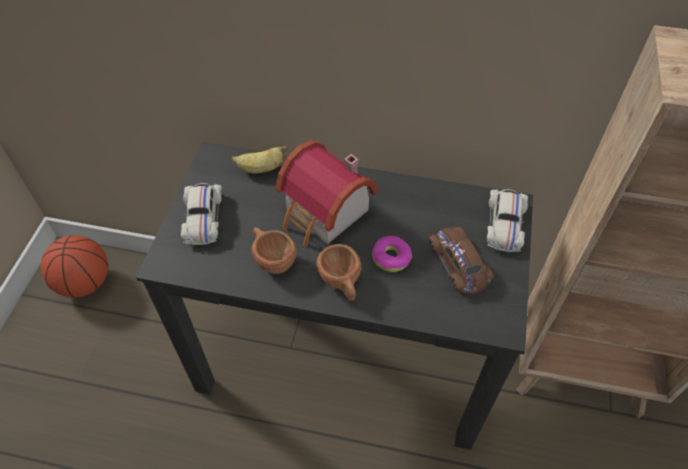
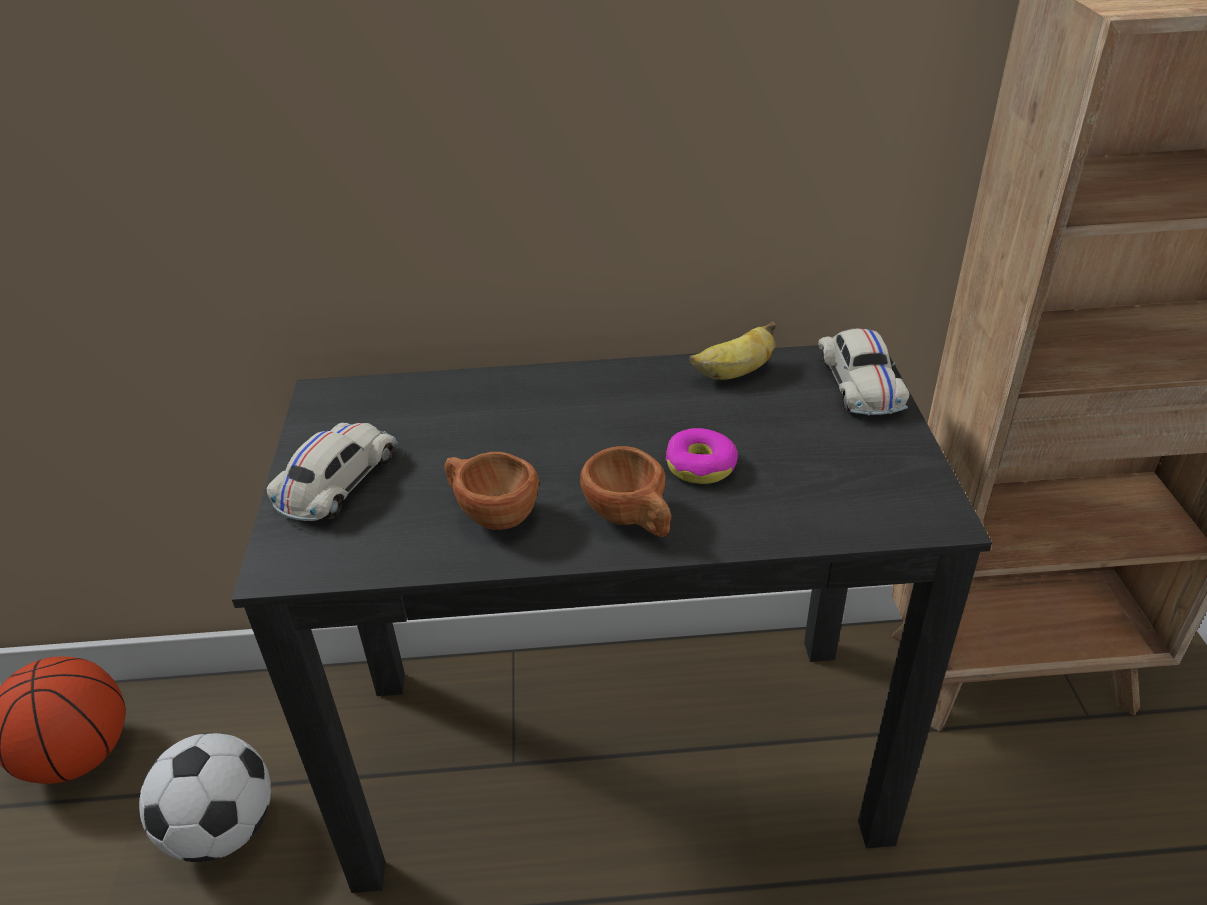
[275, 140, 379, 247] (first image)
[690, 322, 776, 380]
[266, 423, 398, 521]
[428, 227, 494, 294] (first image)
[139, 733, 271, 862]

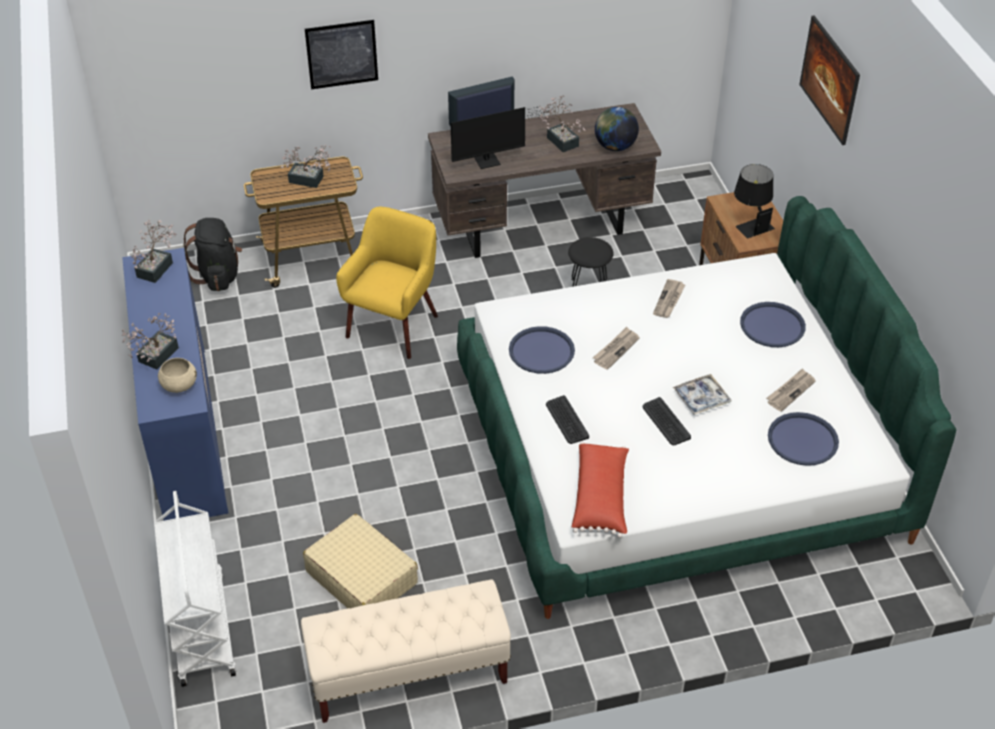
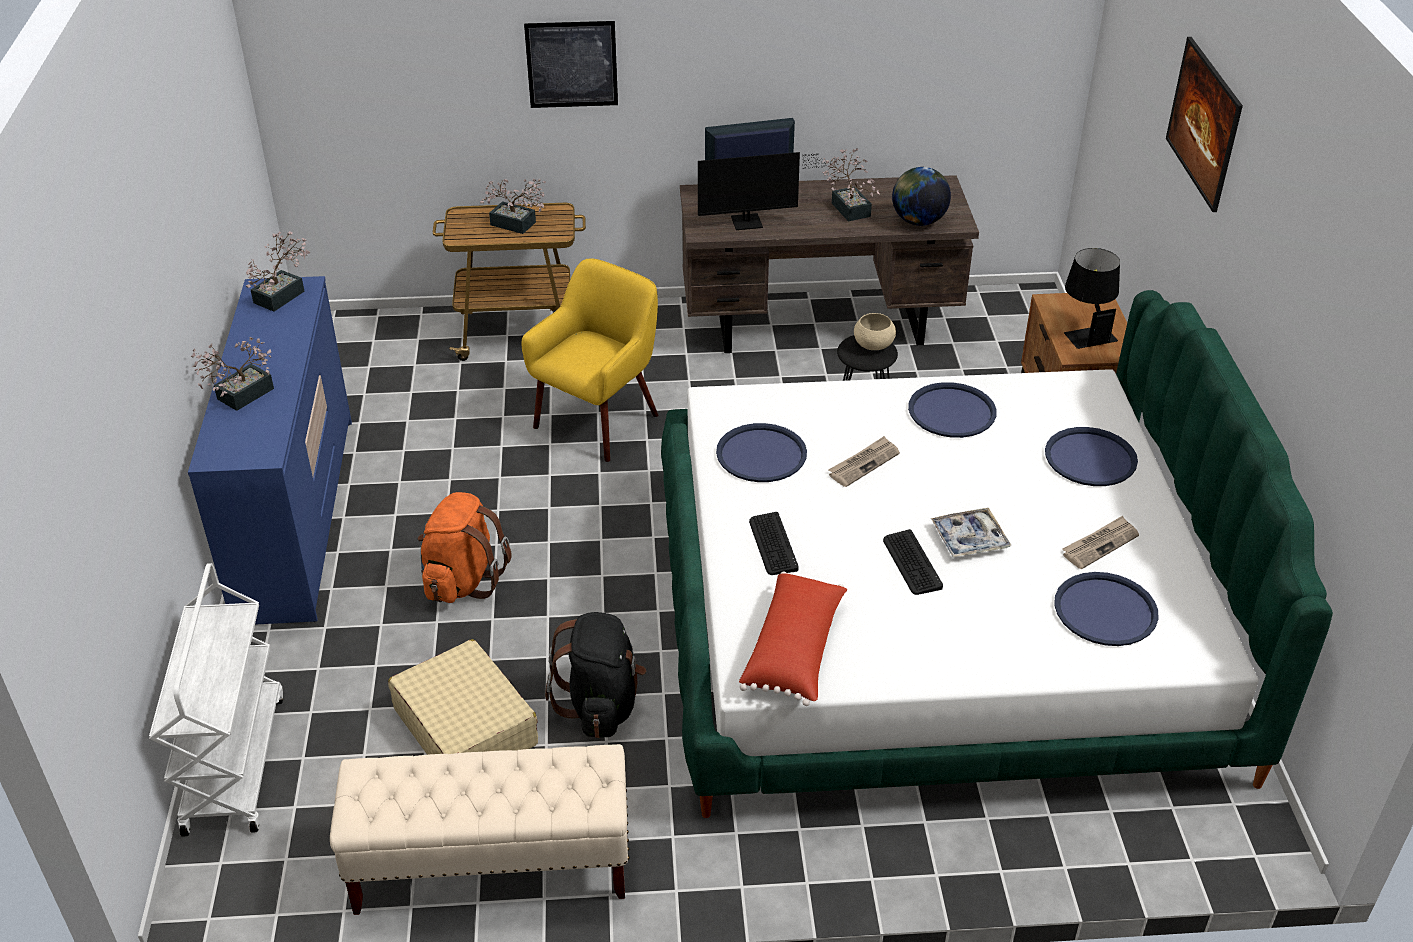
[545, 612, 646, 738]
[908, 382, 997, 438]
[854, 313, 896, 350]
[417, 492, 512, 603]

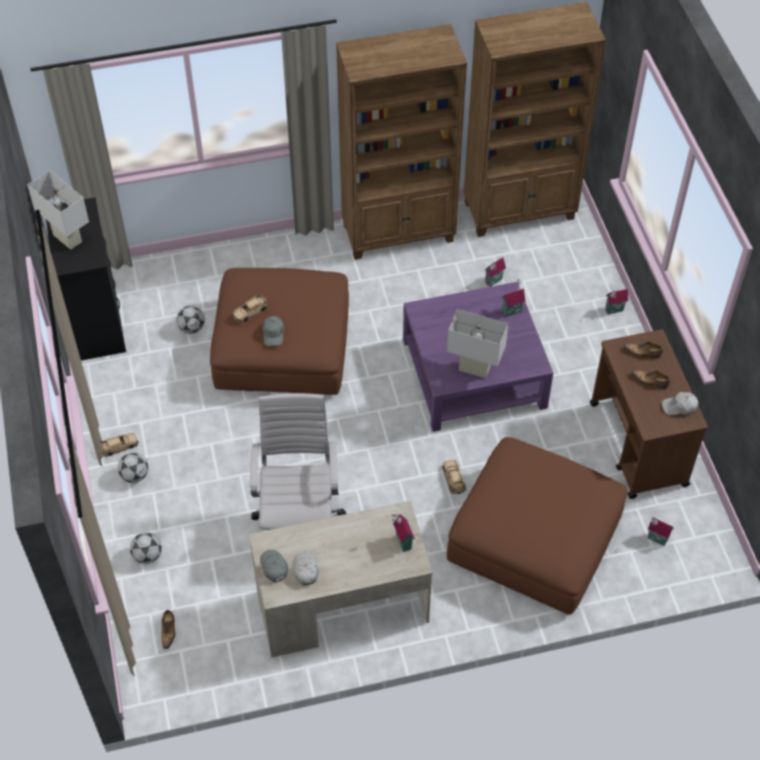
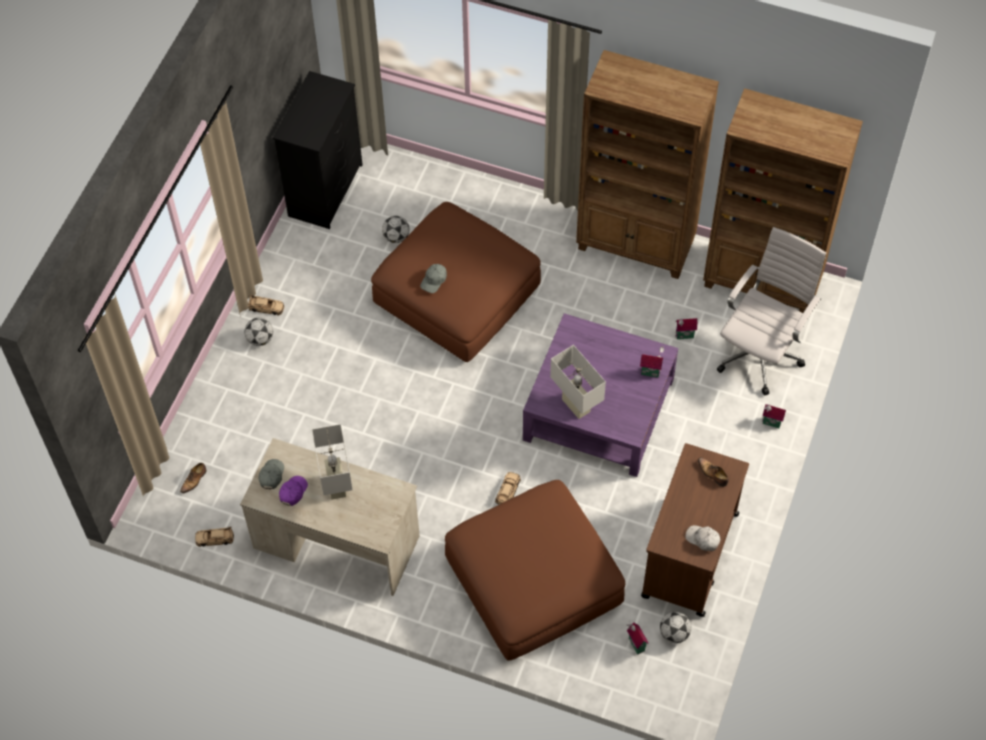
[312, 424, 353, 500]
[195, 527, 234, 547]
[632, 370, 670, 389] (first image)
[717, 227, 826, 396]
[391, 511, 415, 552] (first image)
[660, 612, 691, 643]
[279, 476, 308, 506]

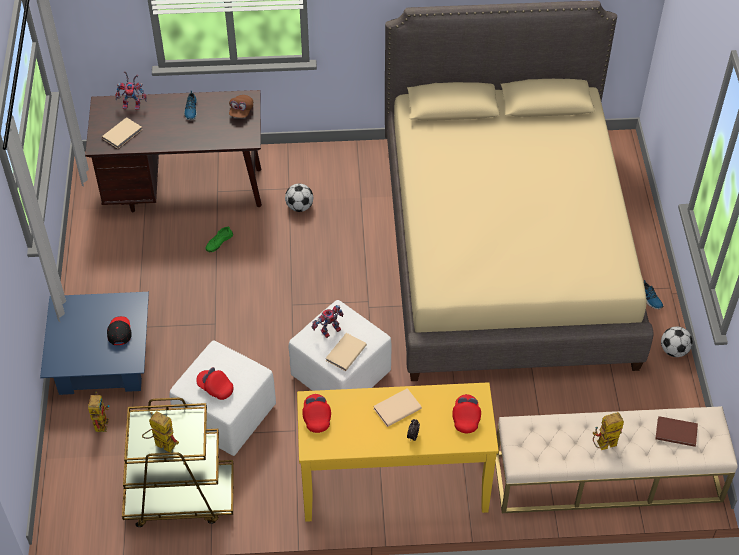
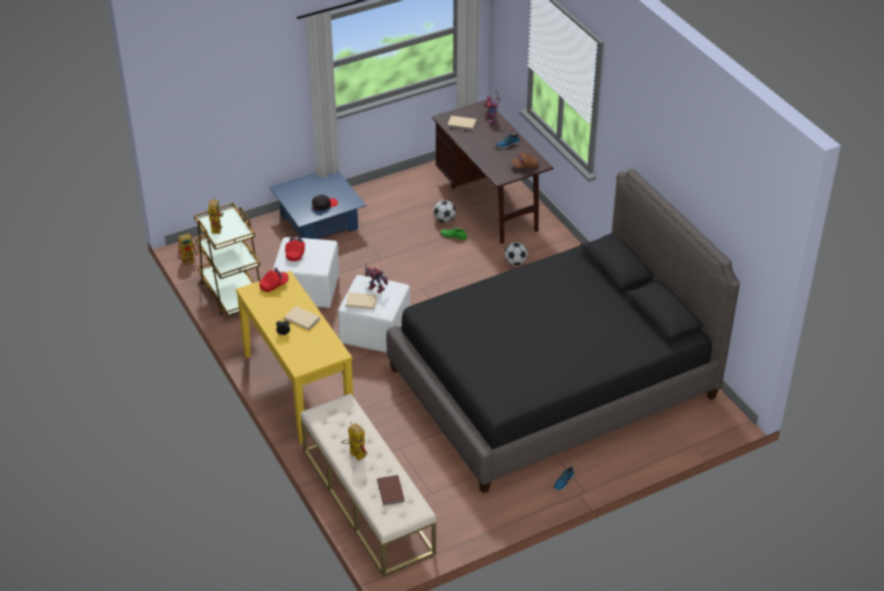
[386, 169, 740, 493]
[433, 200, 456, 223]
[178, 233, 199, 265]
[452, 394, 481, 433] (first image)

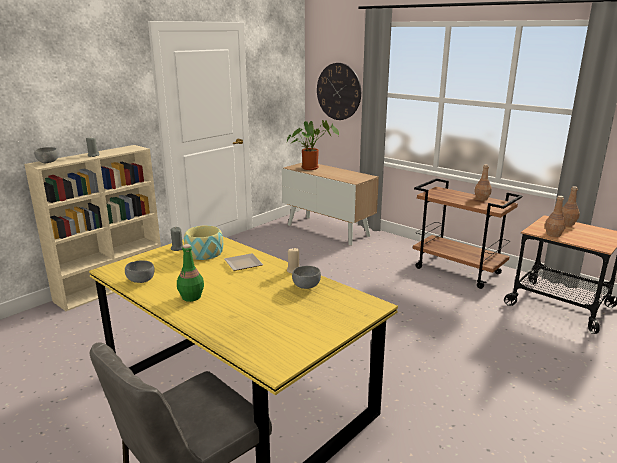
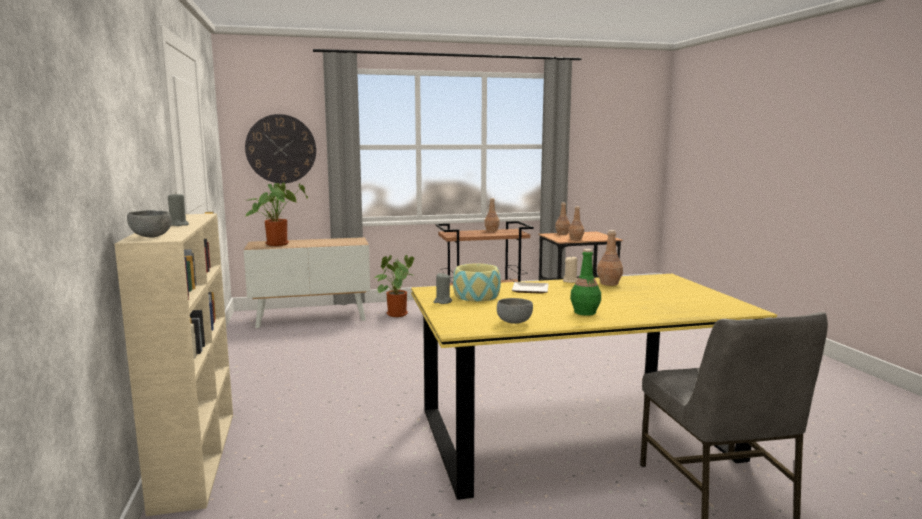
[597, 230, 623, 286]
[374, 255, 414, 317]

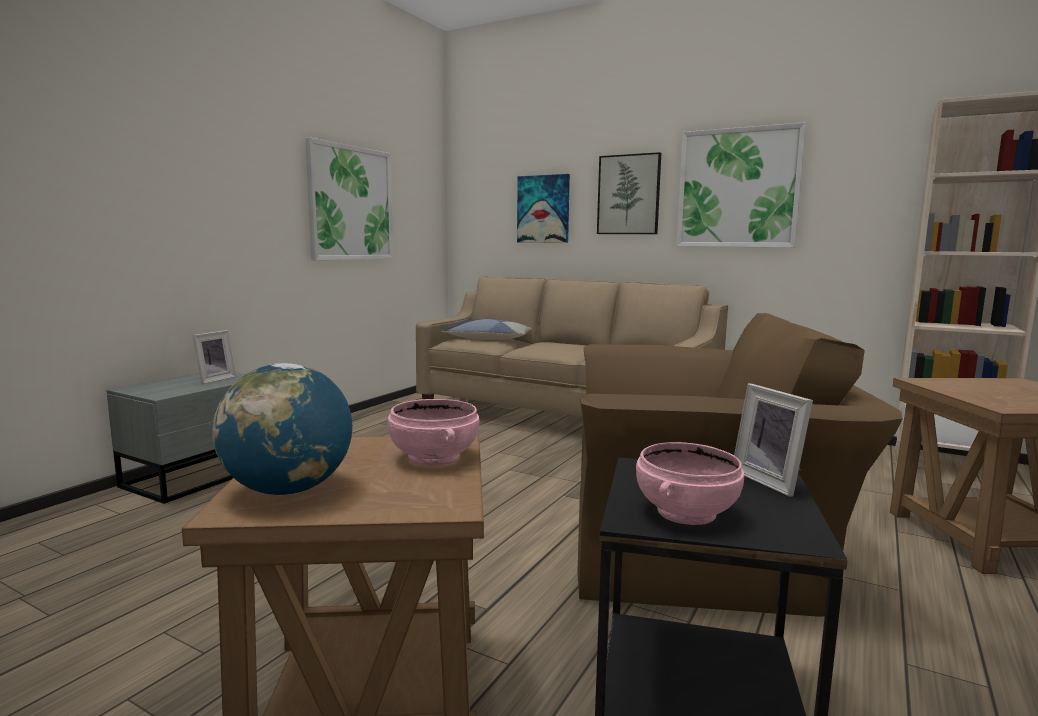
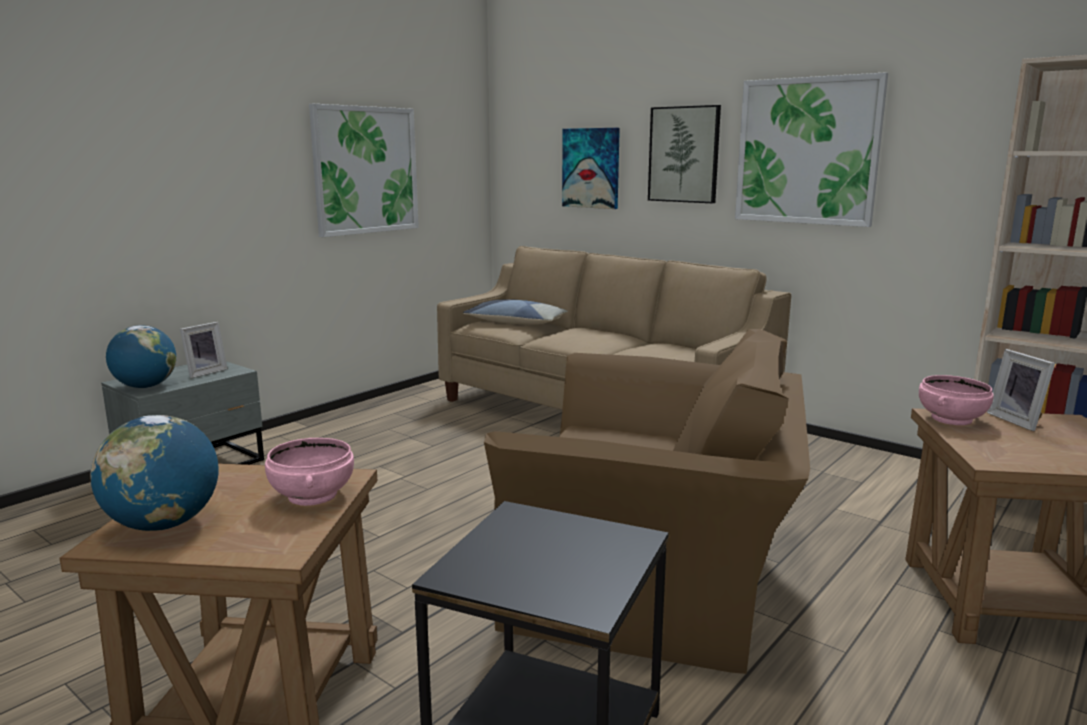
[987, 349, 1055, 431]
[919, 375, 994, 425]
[106, 325, 176, 388]

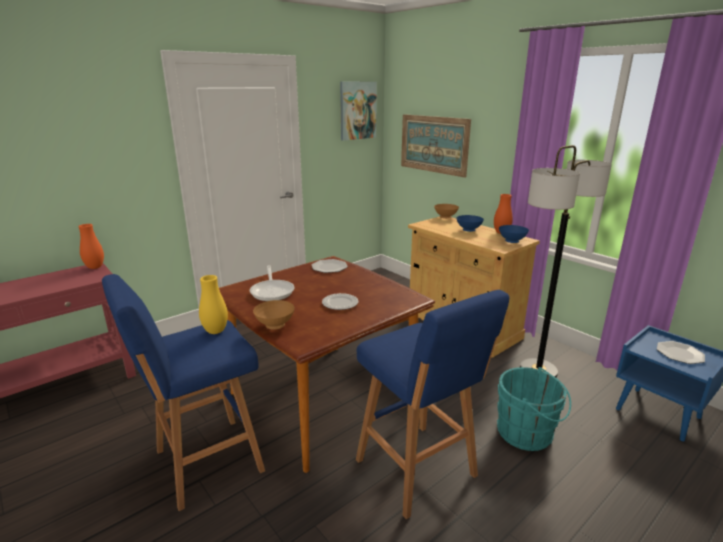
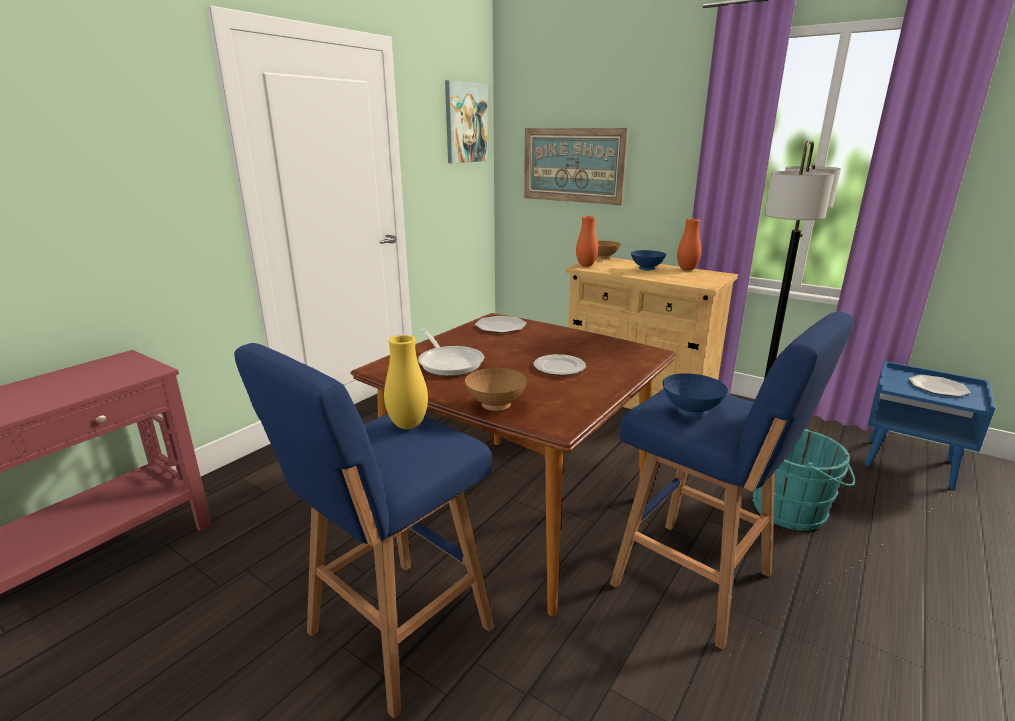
[576, 216, 598, 267]
[663, 373, 728, 417]

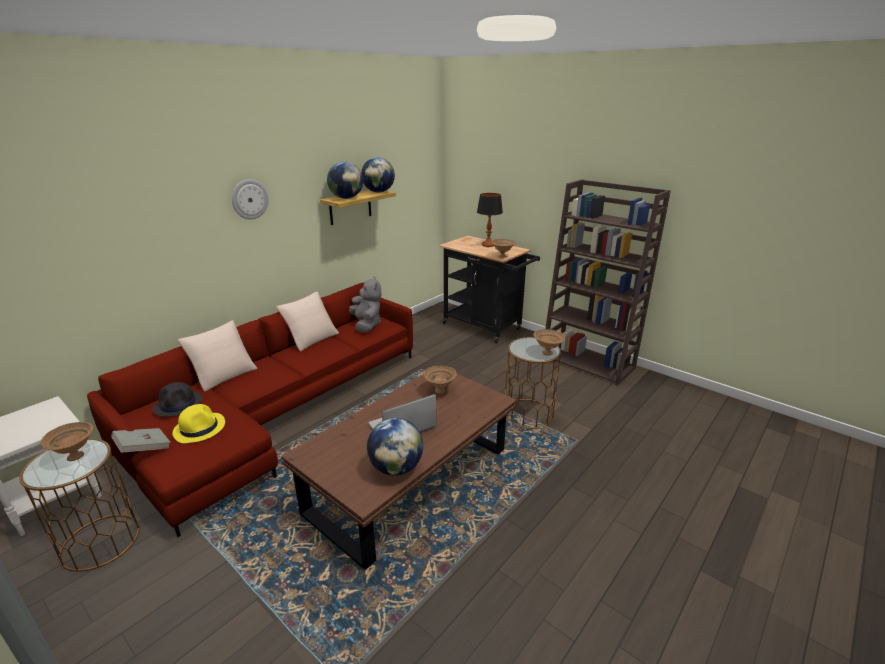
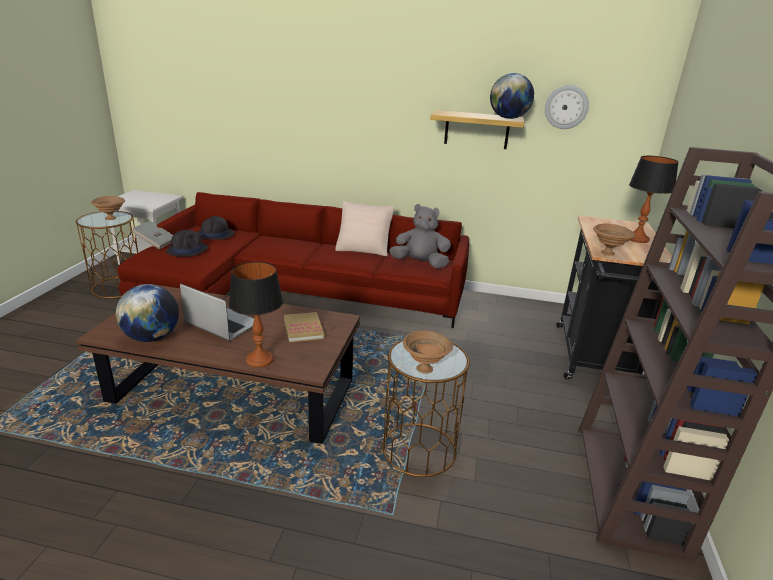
[327, 162, 363, 199] (first image)
[545, 85, 589, 129]
[389, 204, 451, 268]
[178, 320, 257, 392] (first image)
[284, 312, 325, 343]
[166, 230, 208, 257]
[229, 262, 283, 368]

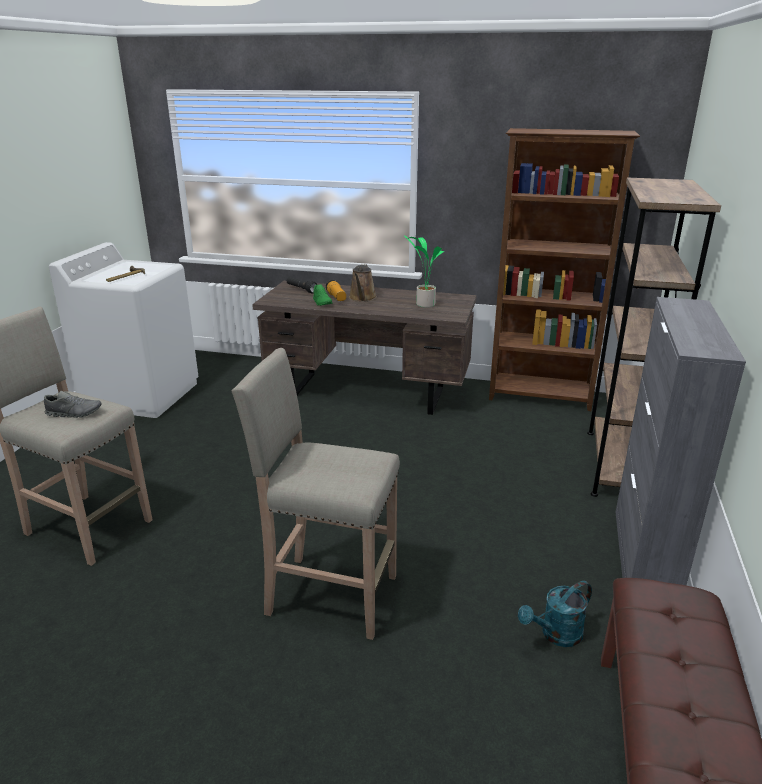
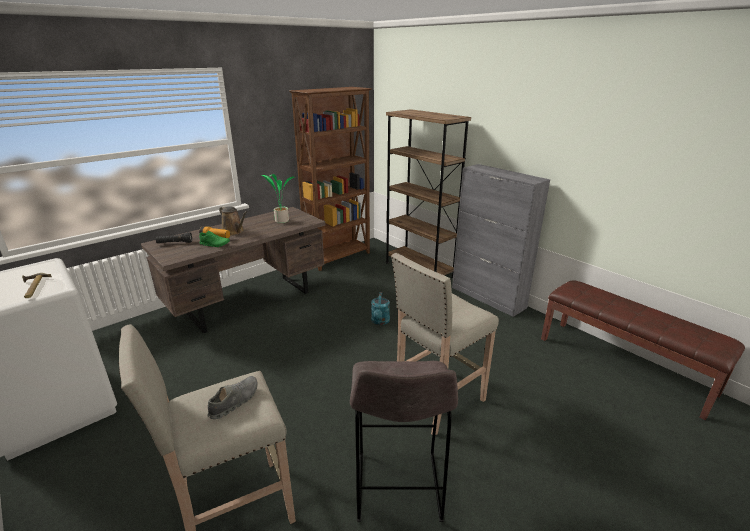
[371, 292, 390, 325]
[350, 361, 458, 522]

